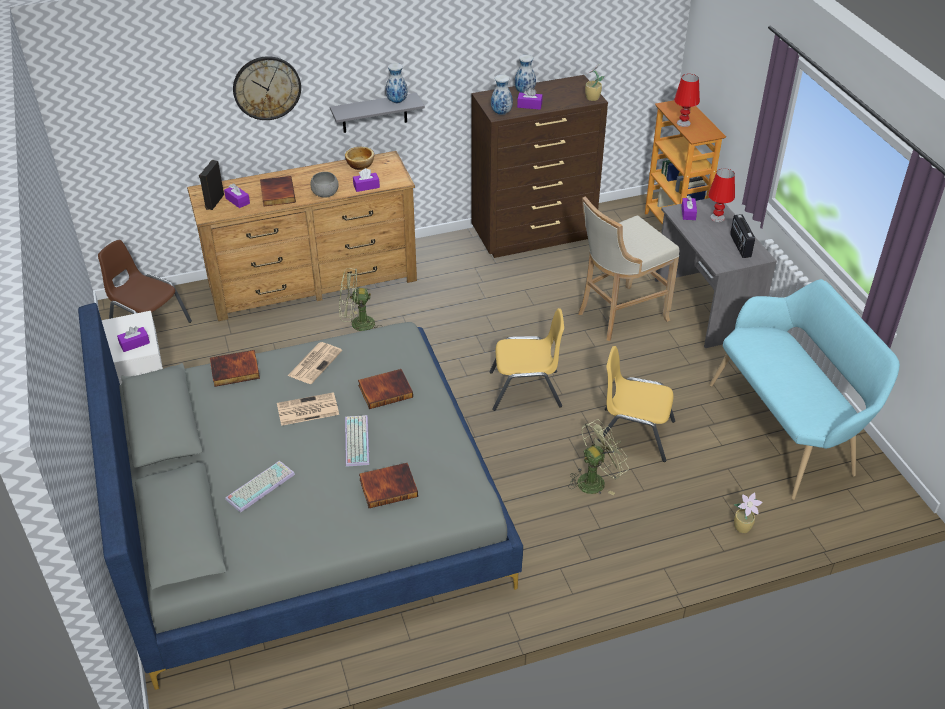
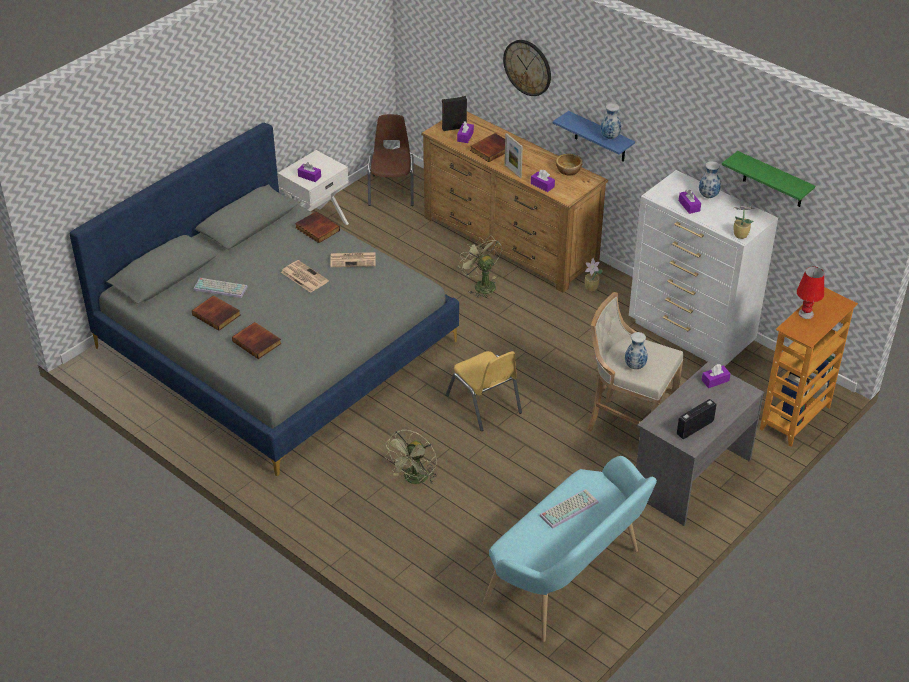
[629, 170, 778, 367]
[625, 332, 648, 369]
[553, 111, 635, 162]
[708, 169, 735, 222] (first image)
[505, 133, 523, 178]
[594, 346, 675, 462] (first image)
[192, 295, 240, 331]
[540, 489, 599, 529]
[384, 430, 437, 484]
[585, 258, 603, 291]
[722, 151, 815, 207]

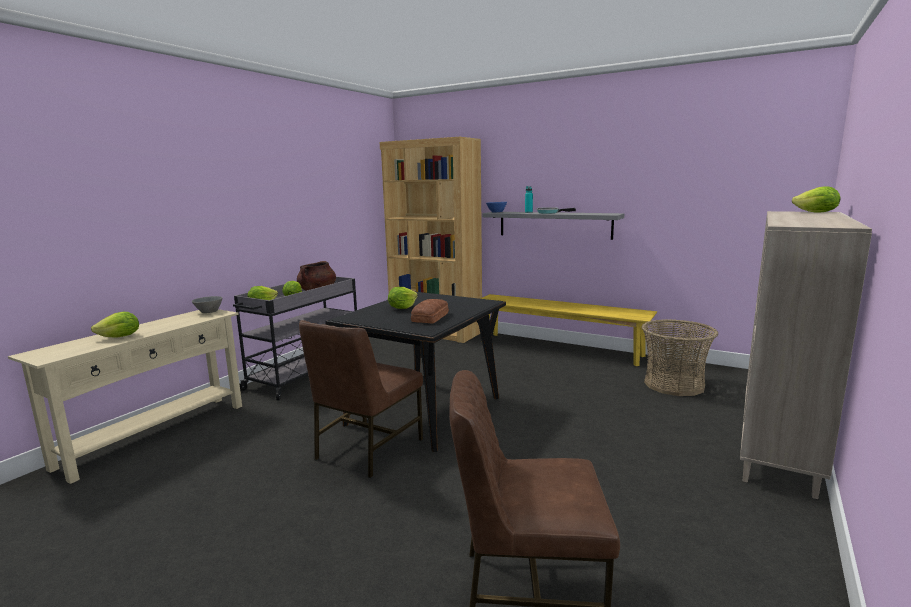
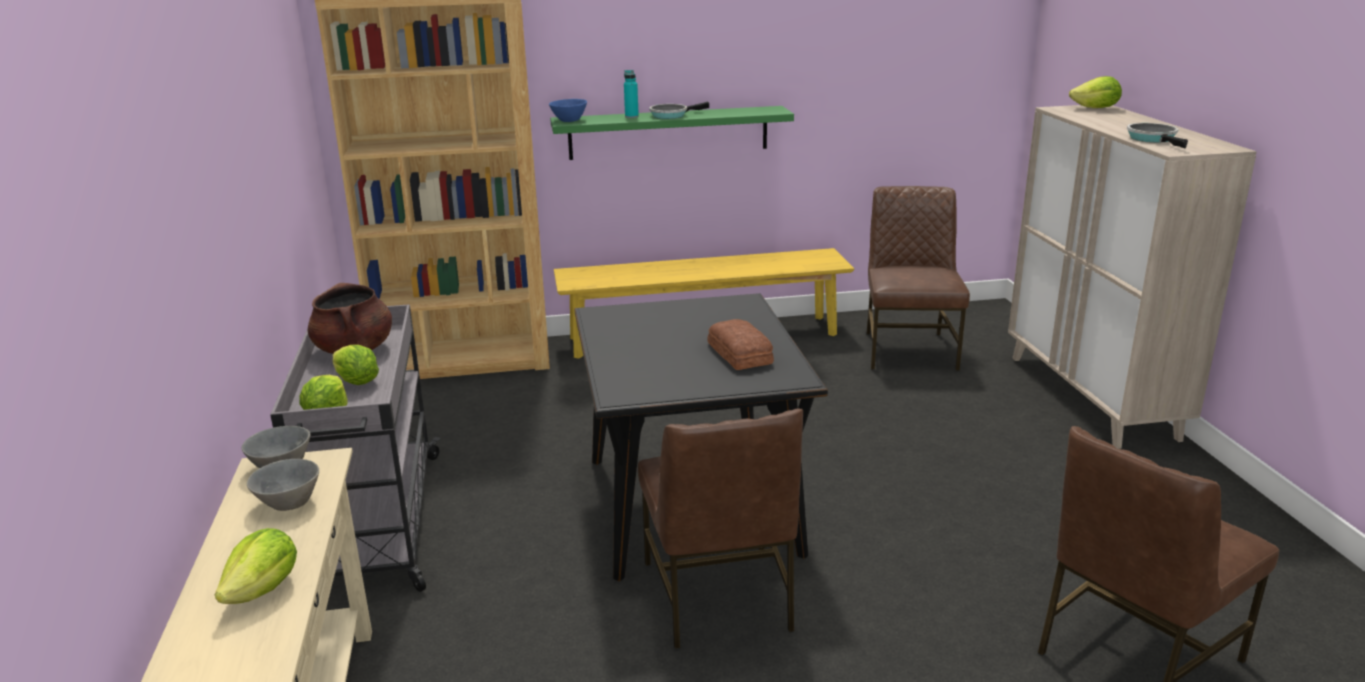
[550, 106, 794, 160]
[388, 287, 418, 309] (first image)
[867, 186, 970, 371]
[1127, 123, 1188, 149]
[247, 459, 319, 511]

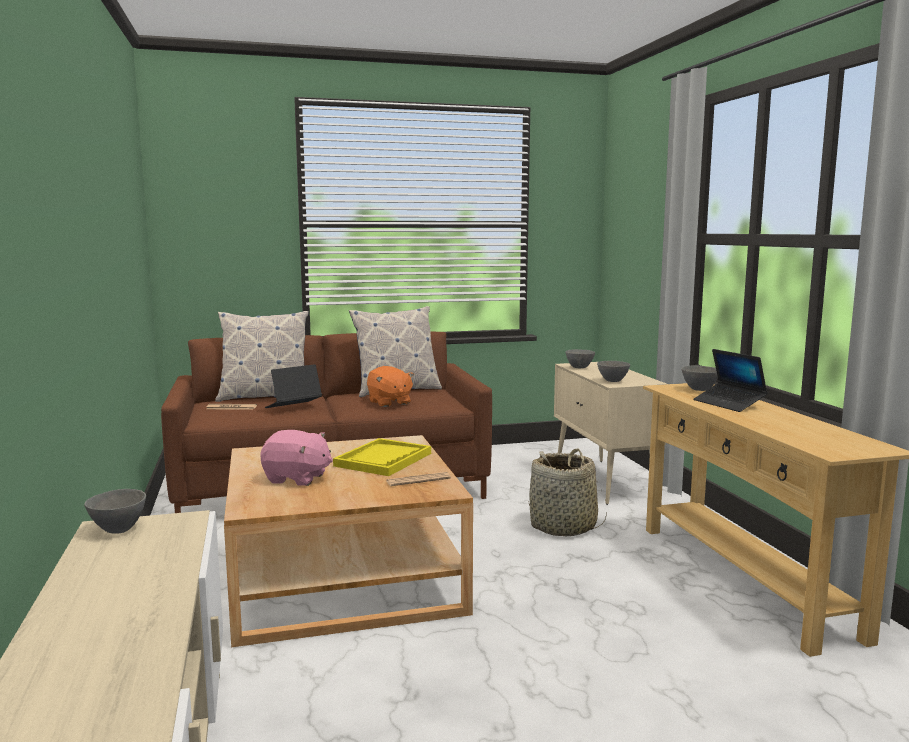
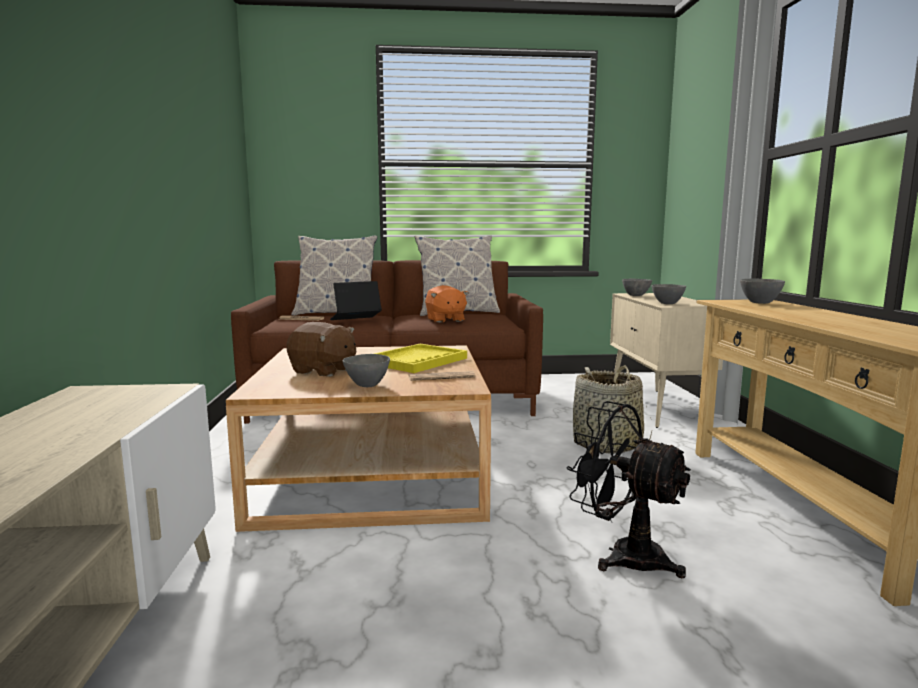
[693, 349, 768, 412] (first image)
[286, 322, 356, 377]
[343, 354, 390, 387]
[566, 401, 691, 578]

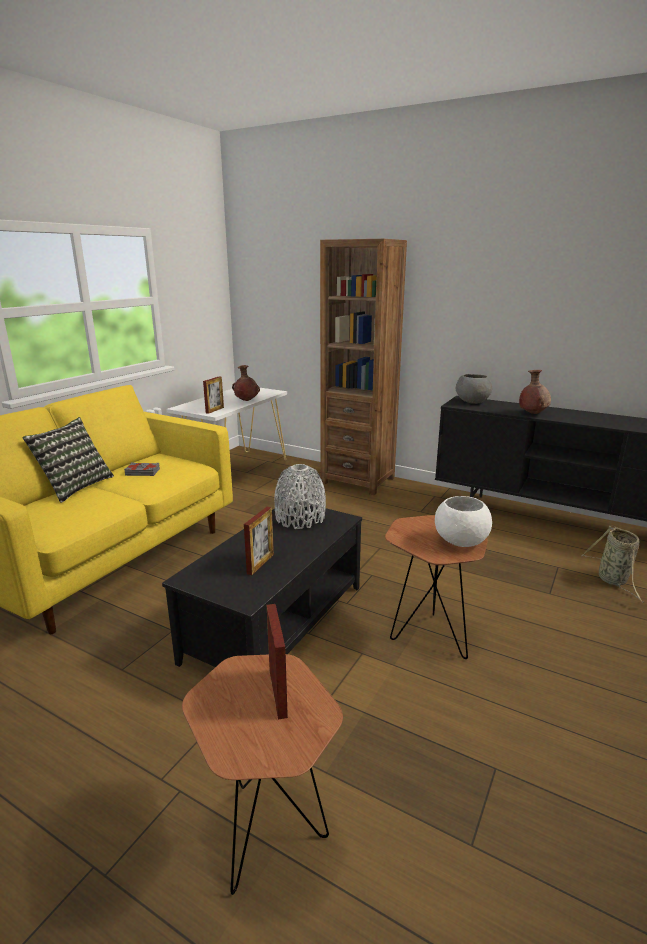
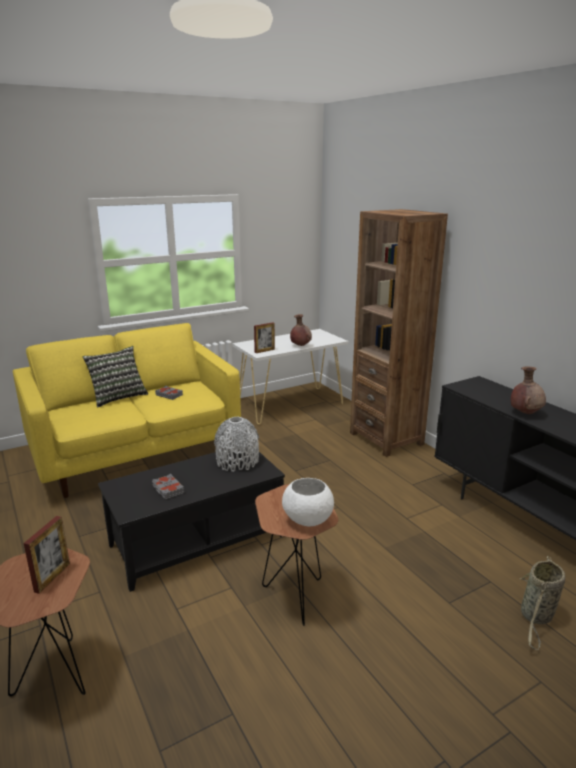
[456, 374, 492, 404] (first image)
[152, 474, 184, 499]

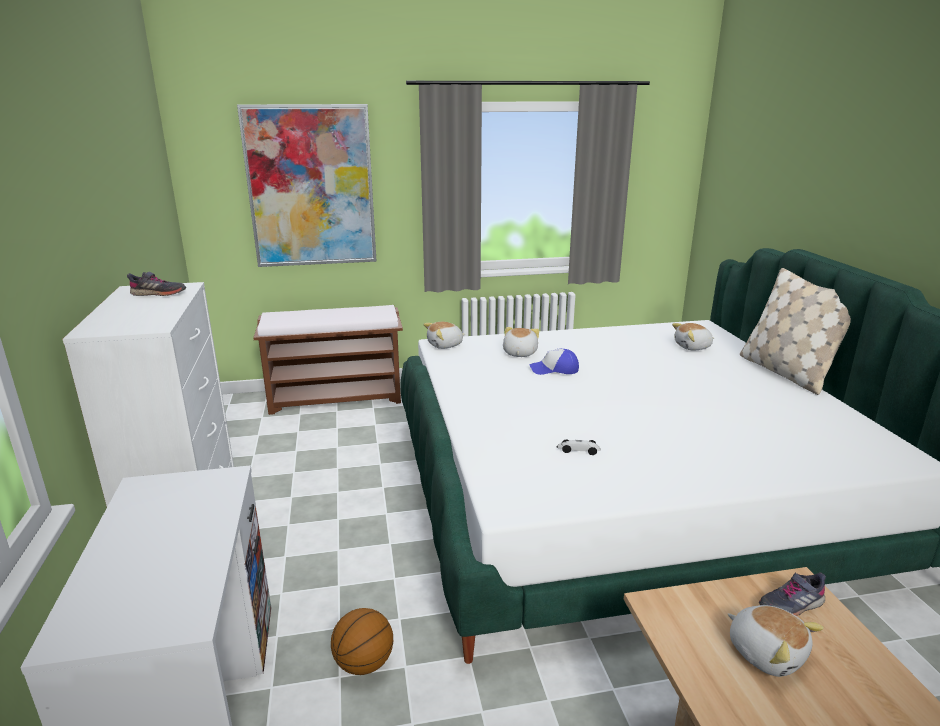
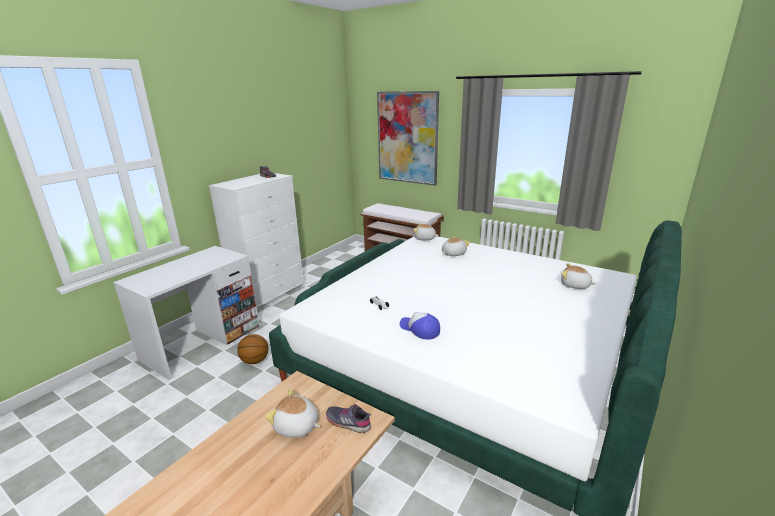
[740, 268, 851, 395] (first image)
[400, 312, 440, 339]
[265, 389, 320, 438]

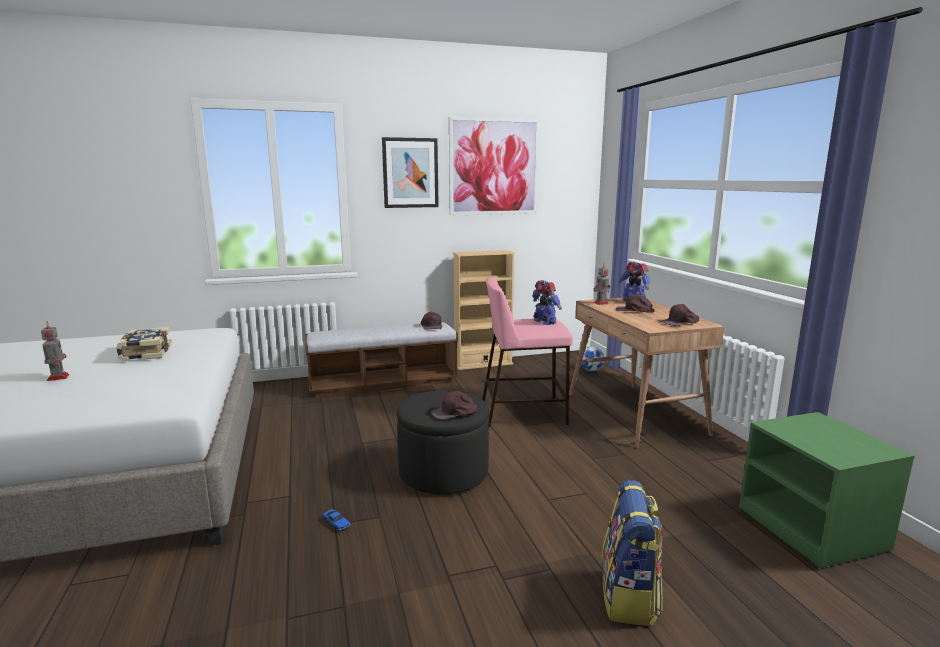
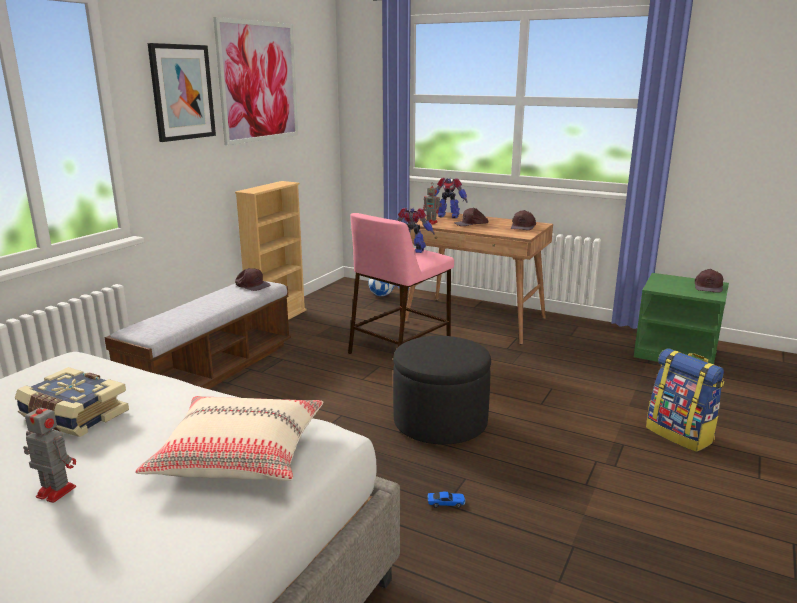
[695, 269, 723, 293]
[135, 396, 324, 481]

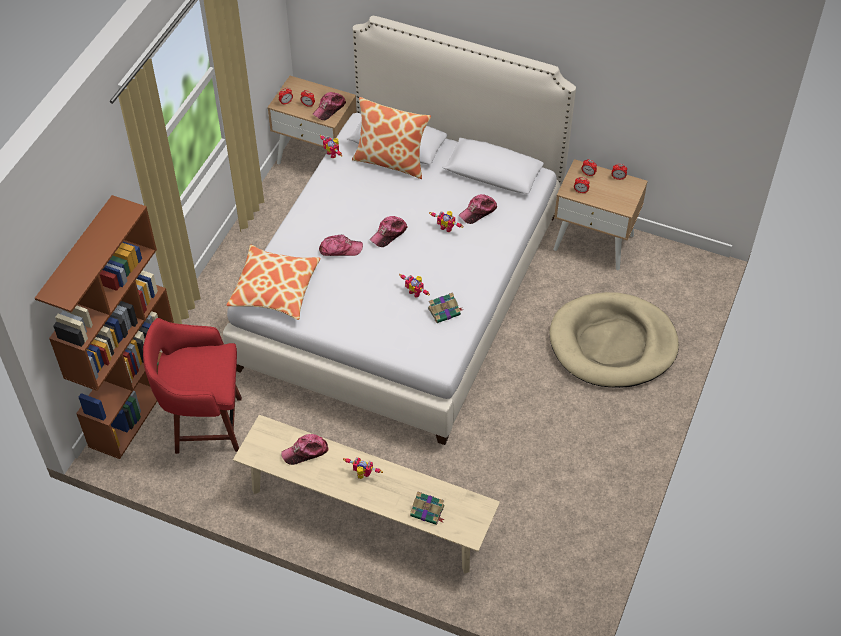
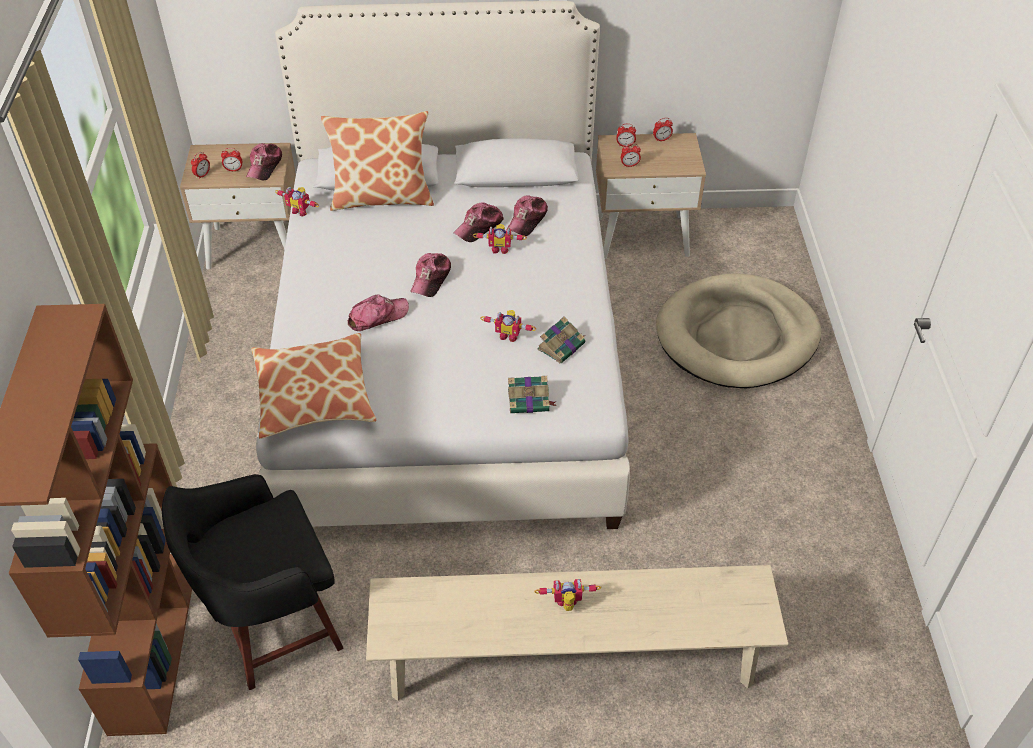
[162, 474, 344, 690]
[453, 203, 504, 242]
[508, 376, 557, 413]

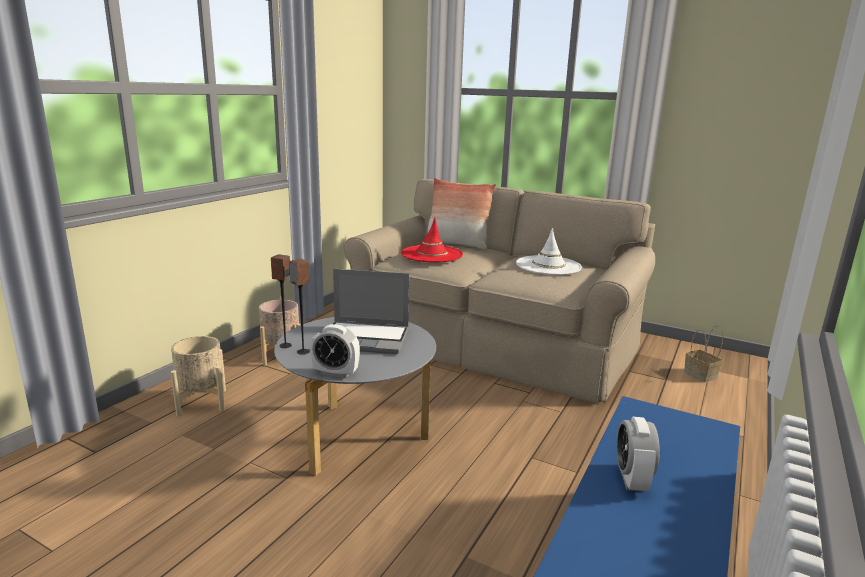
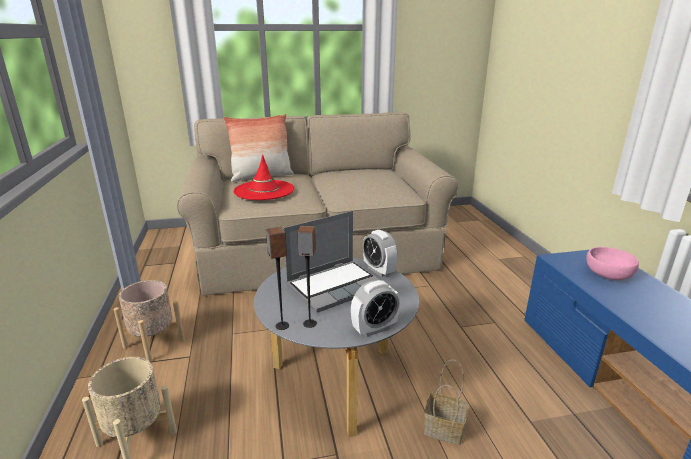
[516, 228, 582, 275] (first image)
[424, 360, 469, 445]
[363, 230, 397, 277]
[586, 247, 639, 280]

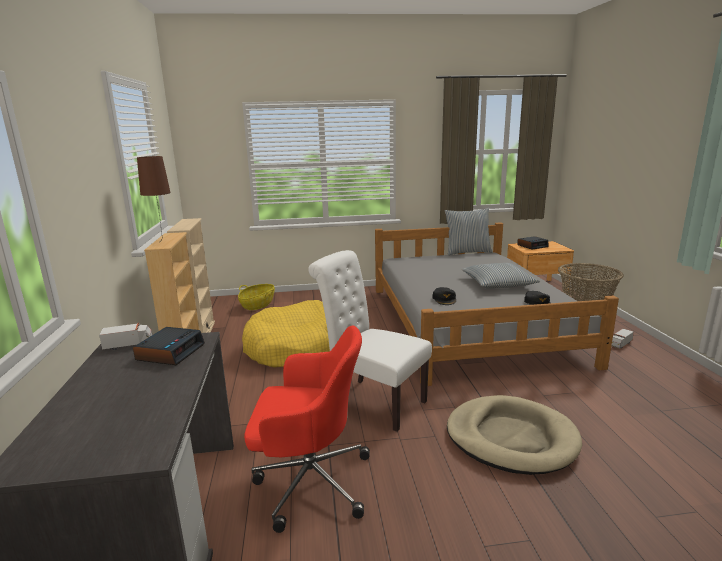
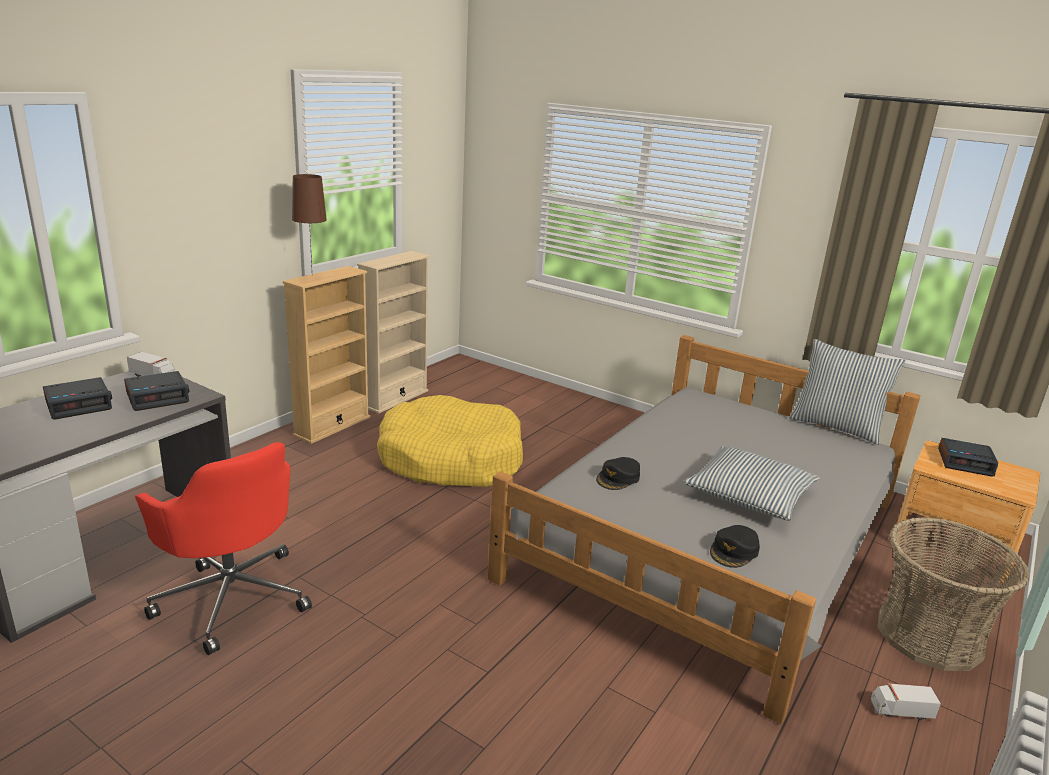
[308, 250, 432, 432] (first image)
[238, 284, 275, 310] (first image)
[447, 395, 582, 475] (first image)
[43, 377, 112, 420]

